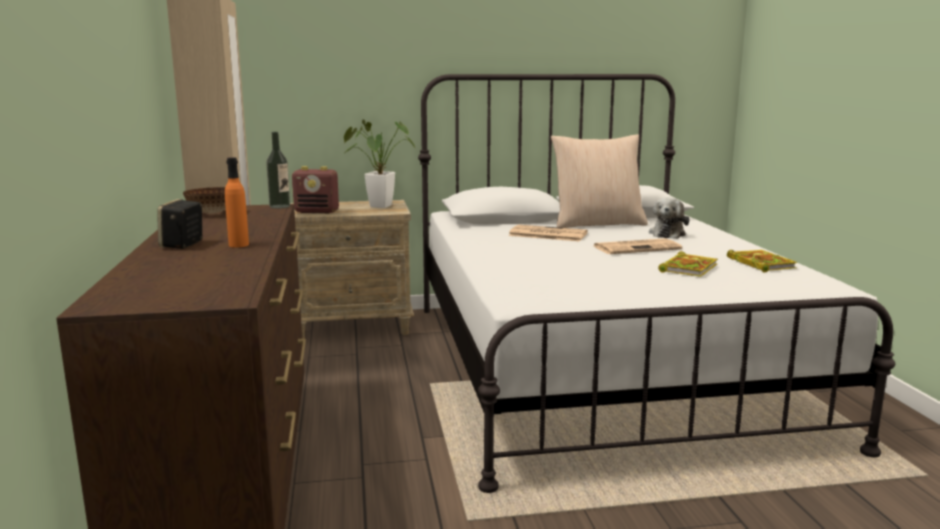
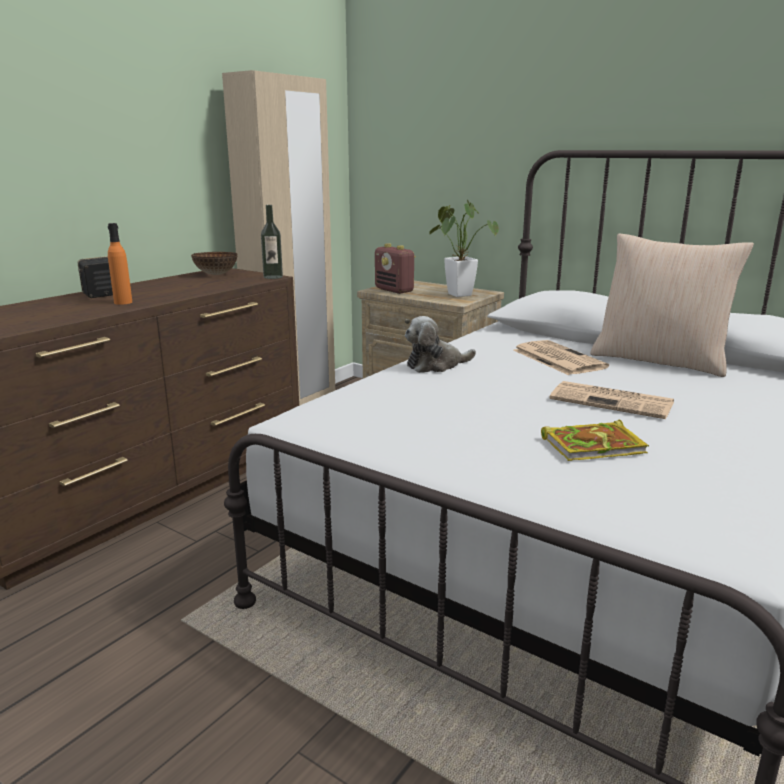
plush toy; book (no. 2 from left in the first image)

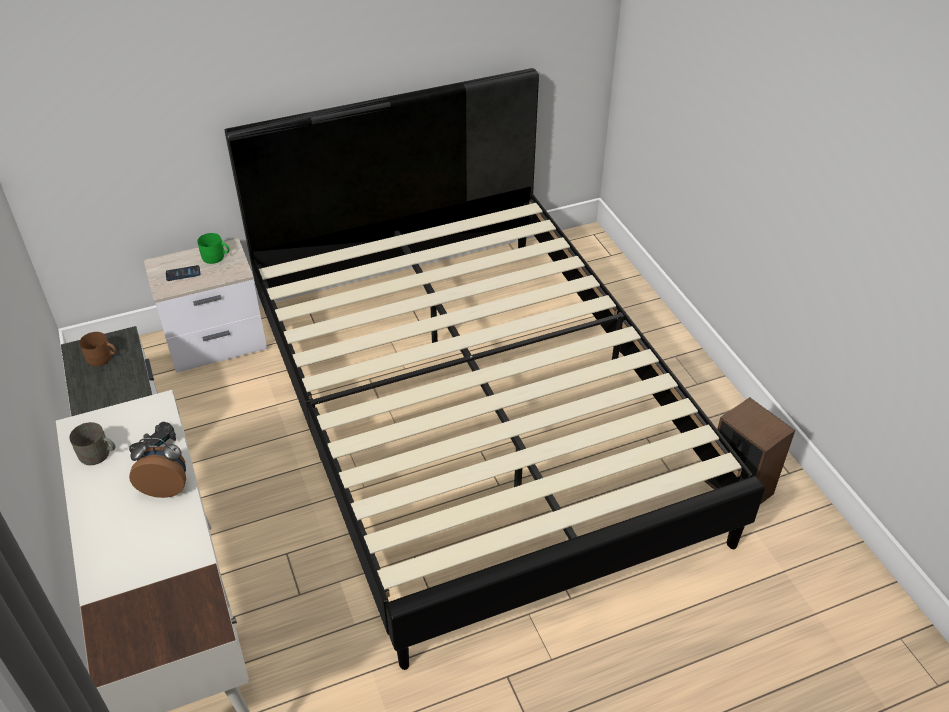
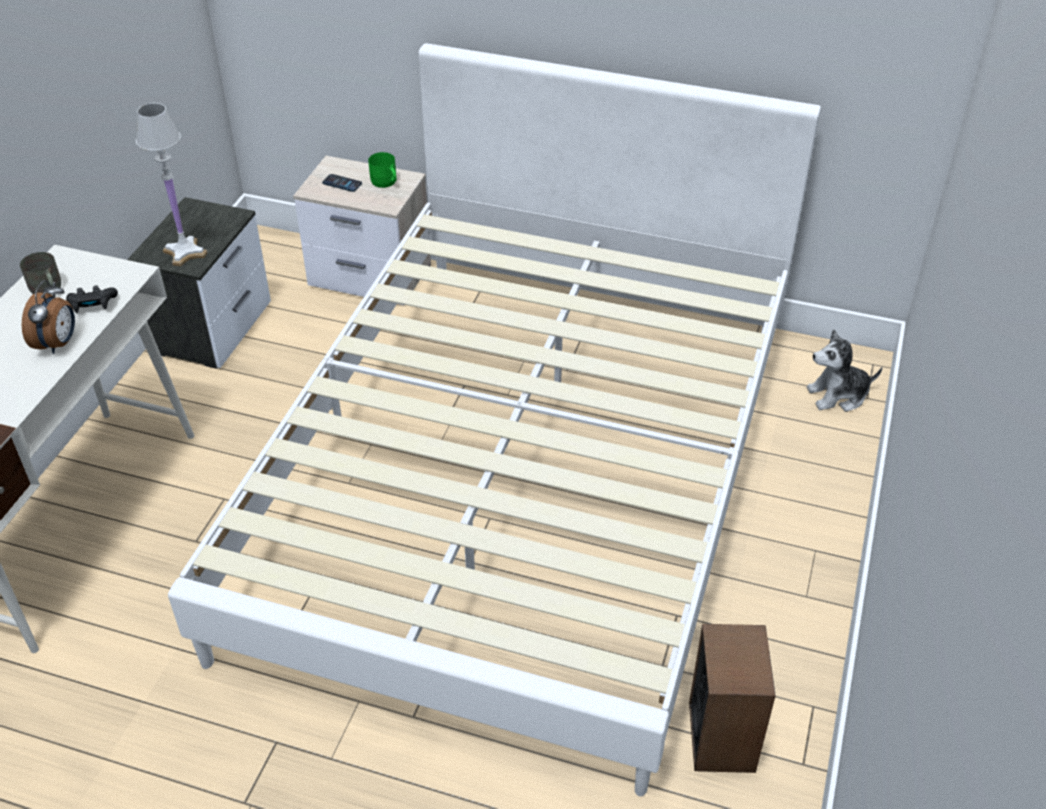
brown mug; alarm clock; white bed; white table lamp; plush toy

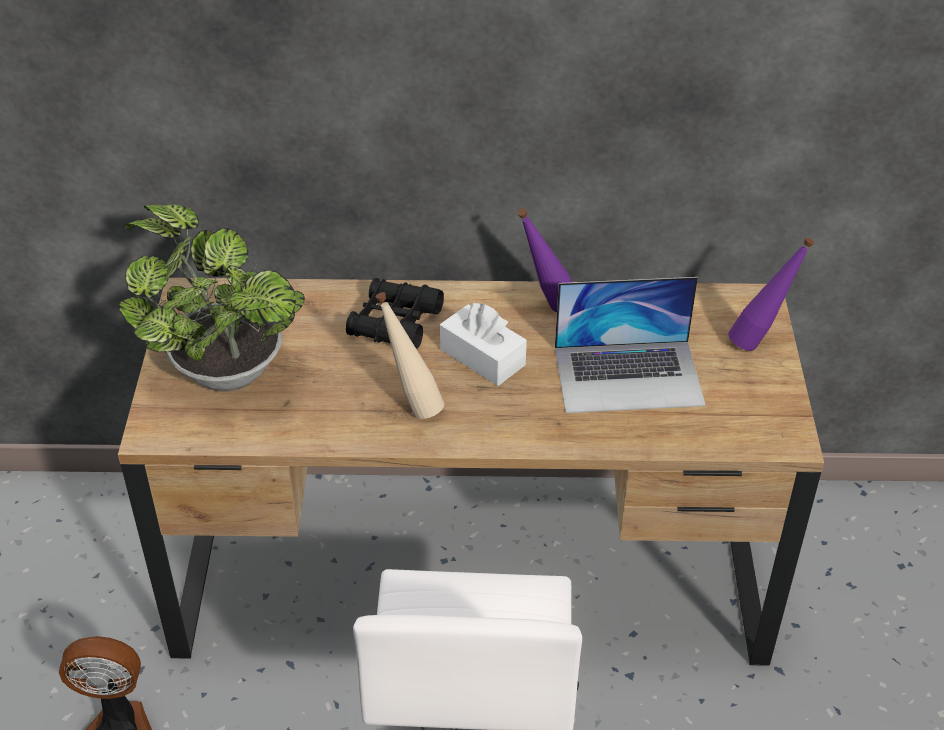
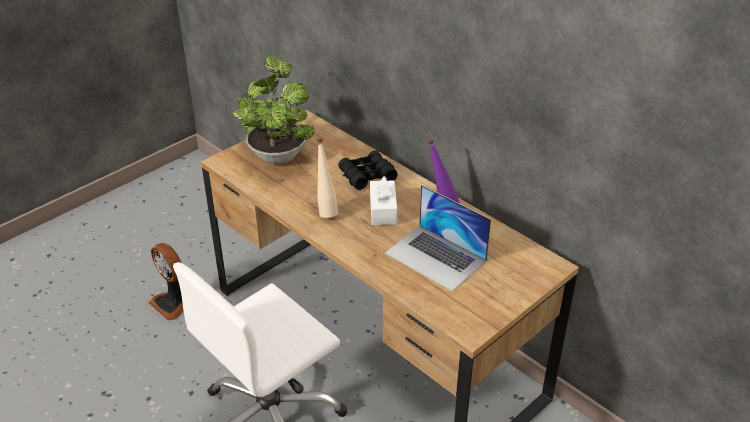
purple bottle (no. 2 from left in the first image)

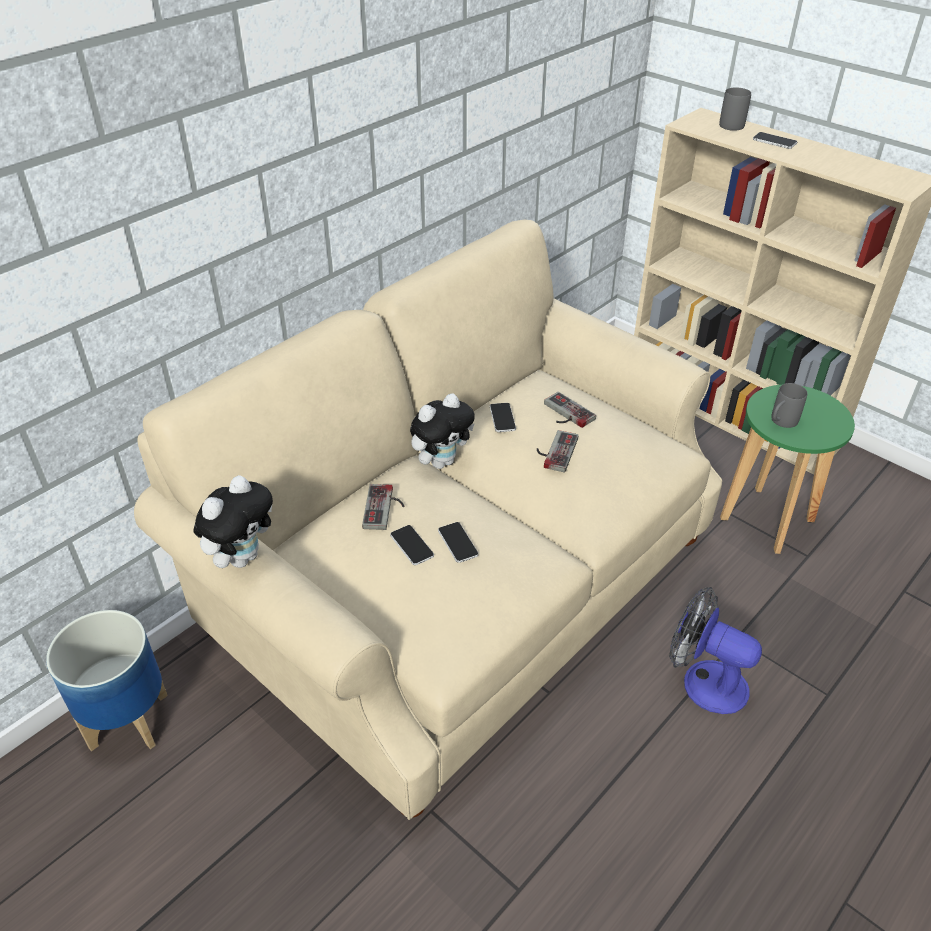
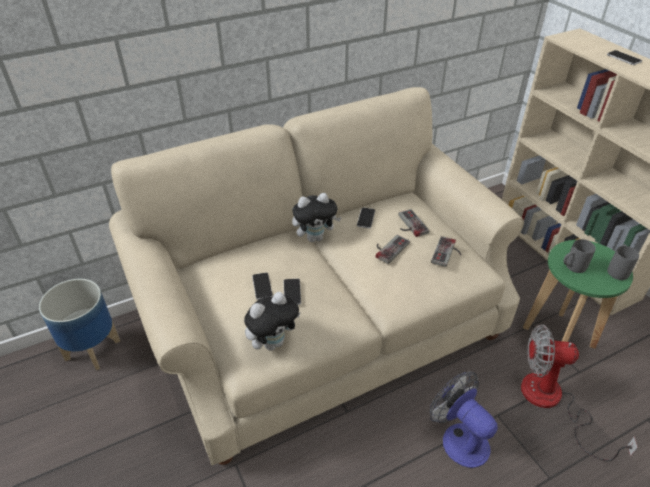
plush toy (no. 1 from left); game controller (no. 3 from left); grey mug (no. 2 from left); fan (no. 2 from left)

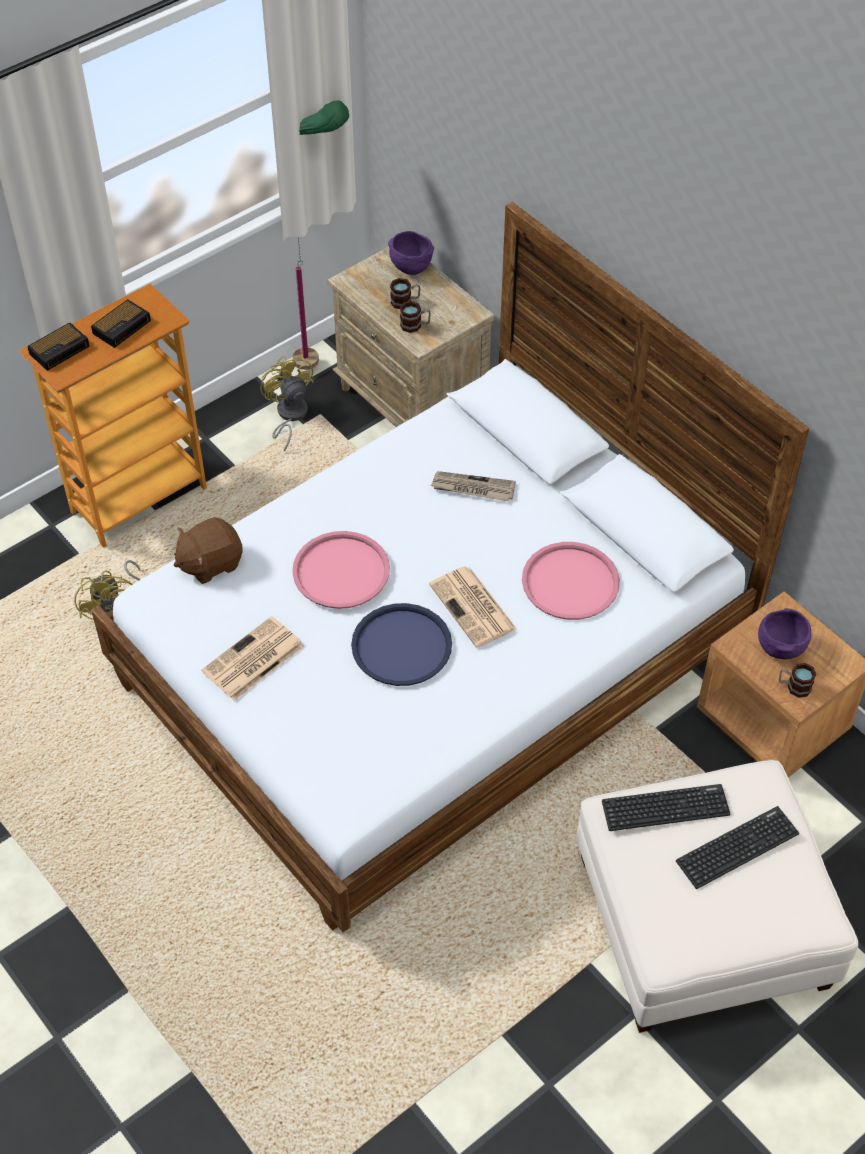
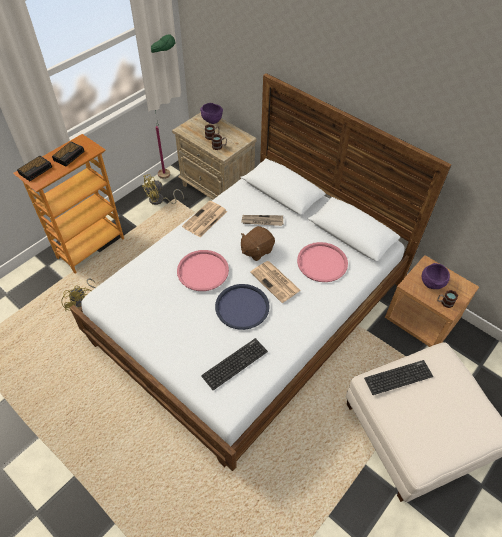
brown plush toy; newspaper (no. 1 from left); yellow fan (no. 2 from left); keyboard (no. 1 from left)

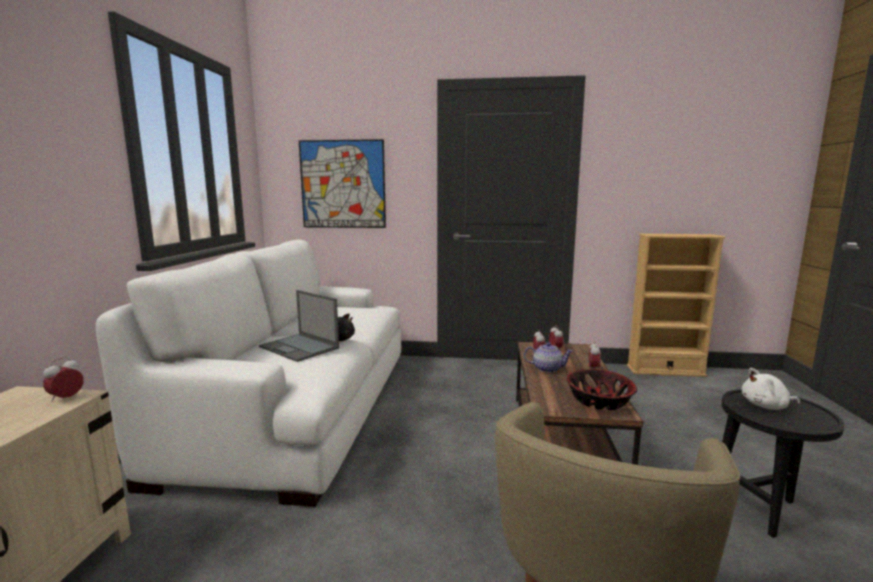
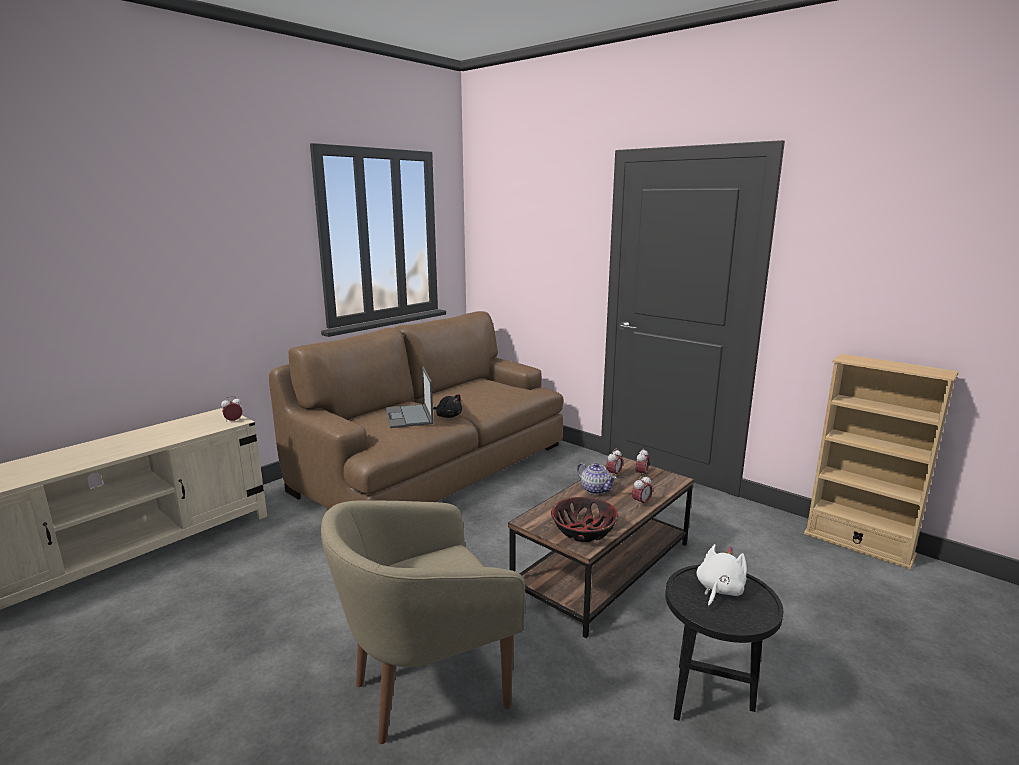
brown sofa; picture; white plush toy

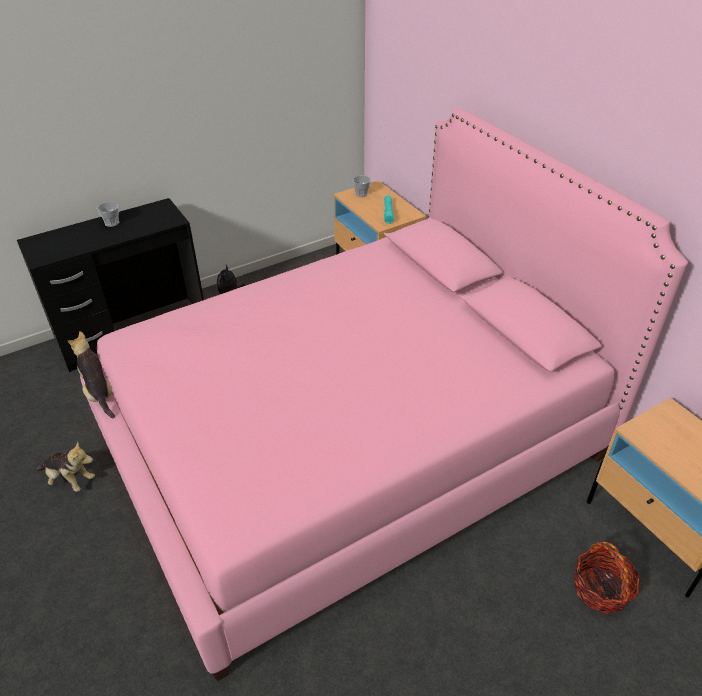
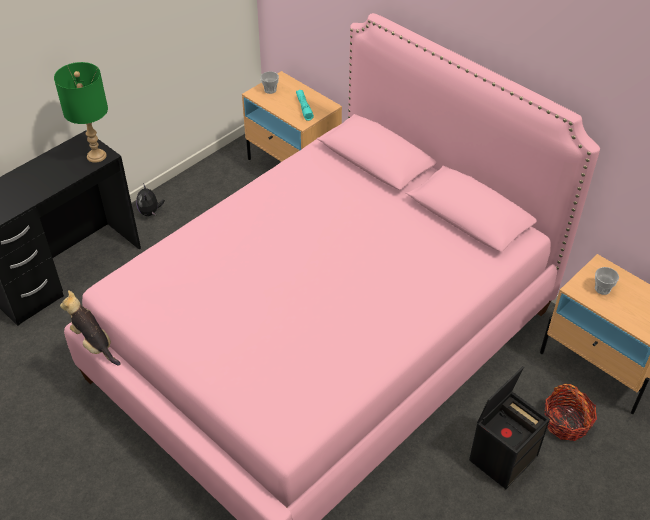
plush toy (no. 1 from left in the first image); cup (no. 2 from left); green table lamp; black storage box

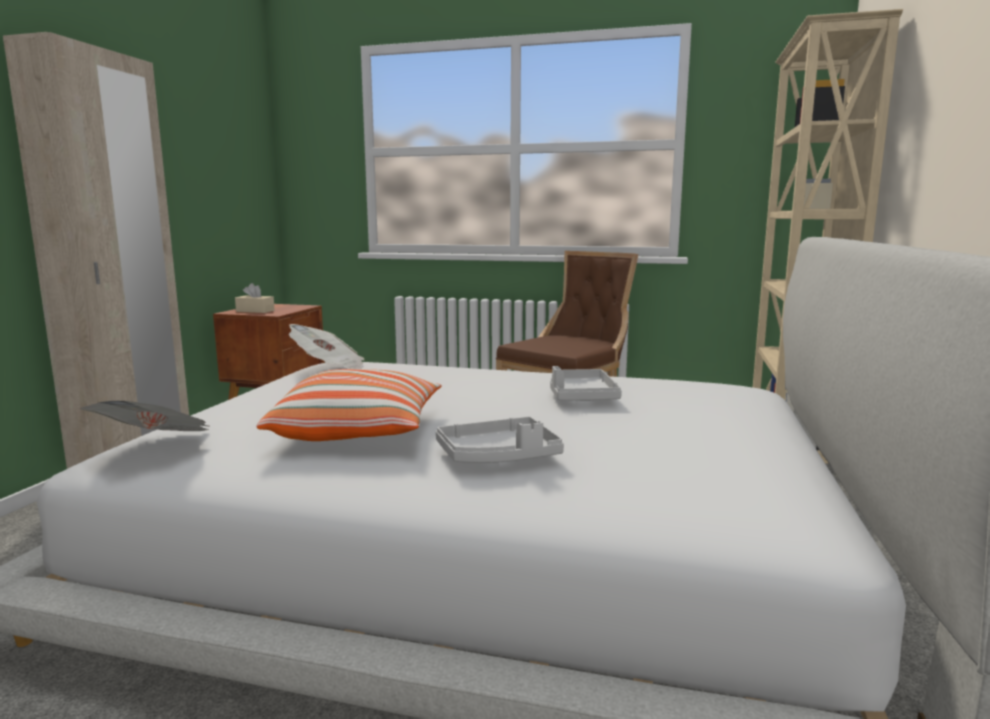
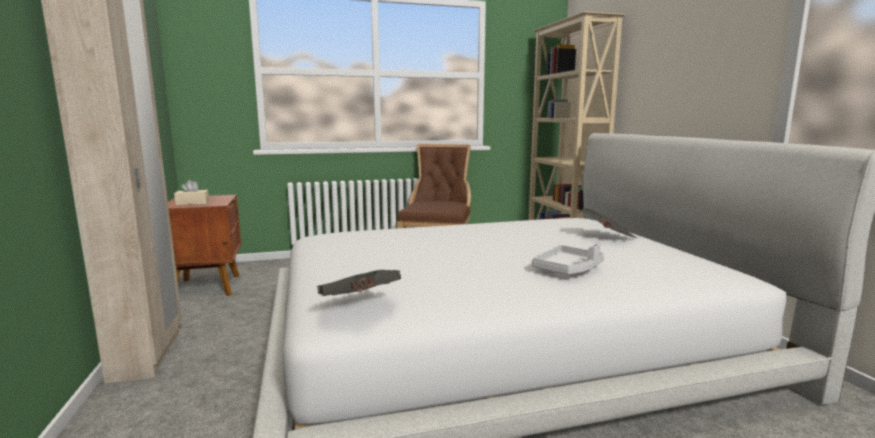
pillow; newspaper (no. 2 from left); grey tray (no. 2 from left in the first image)

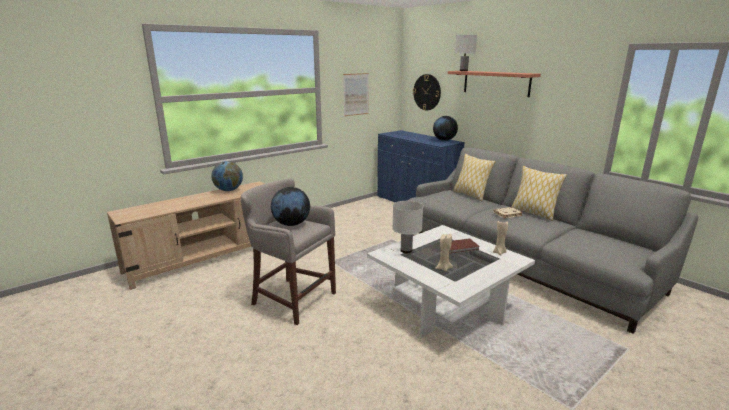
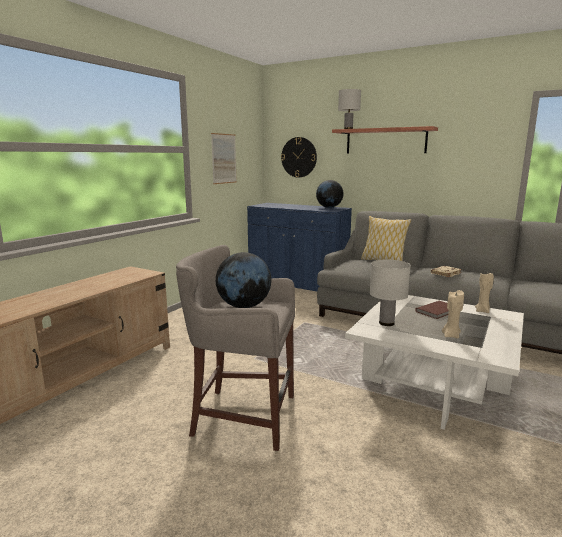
globe (no. 1 from left in the first image); pillow (no. 2 from left in the first image)

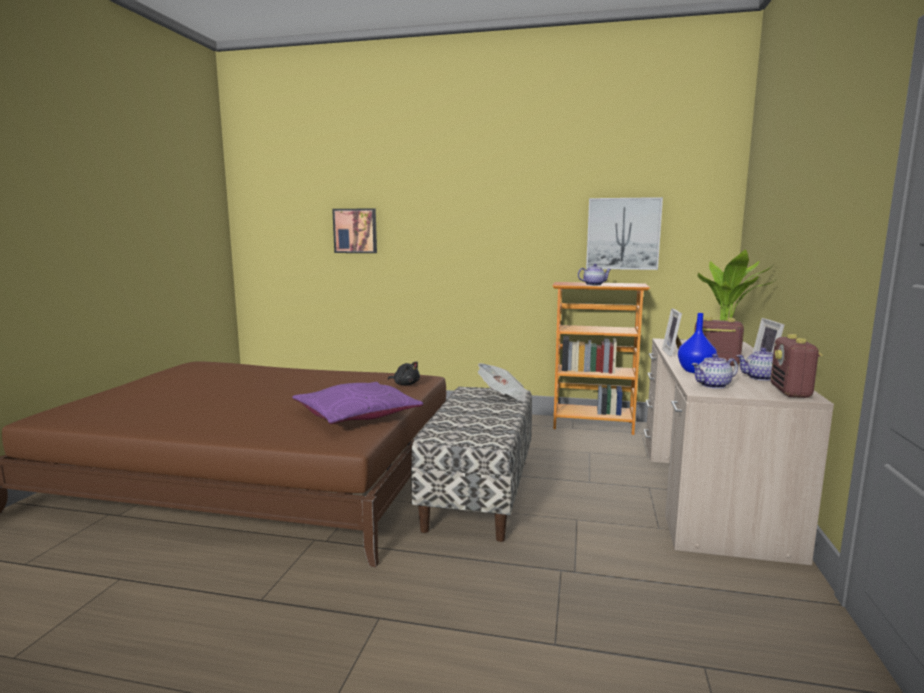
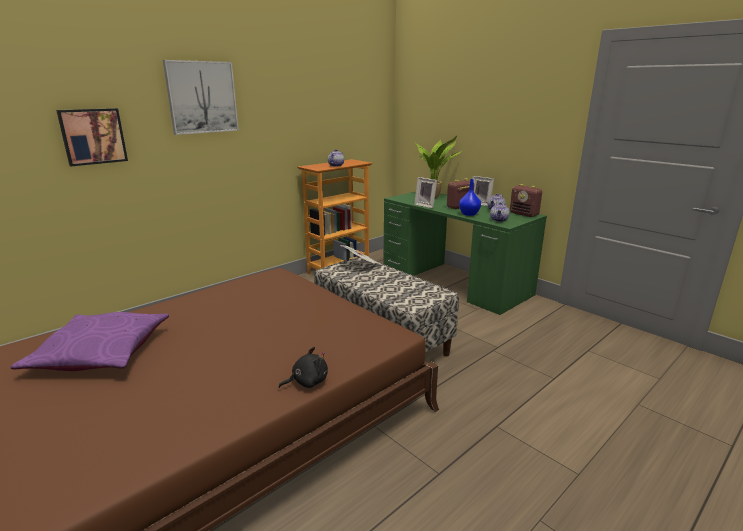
purple pillow; black plush toy; picture (no. 2 from left); green desk

